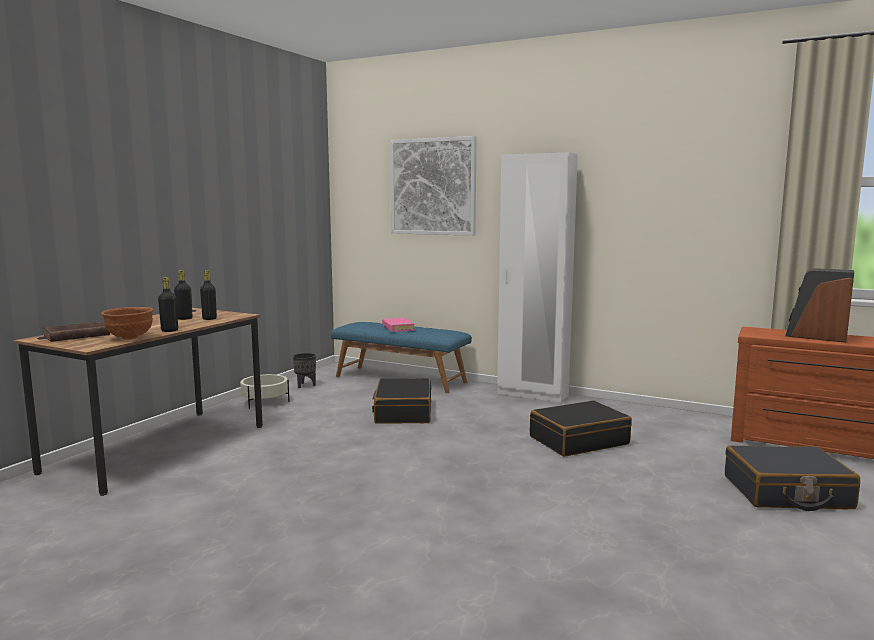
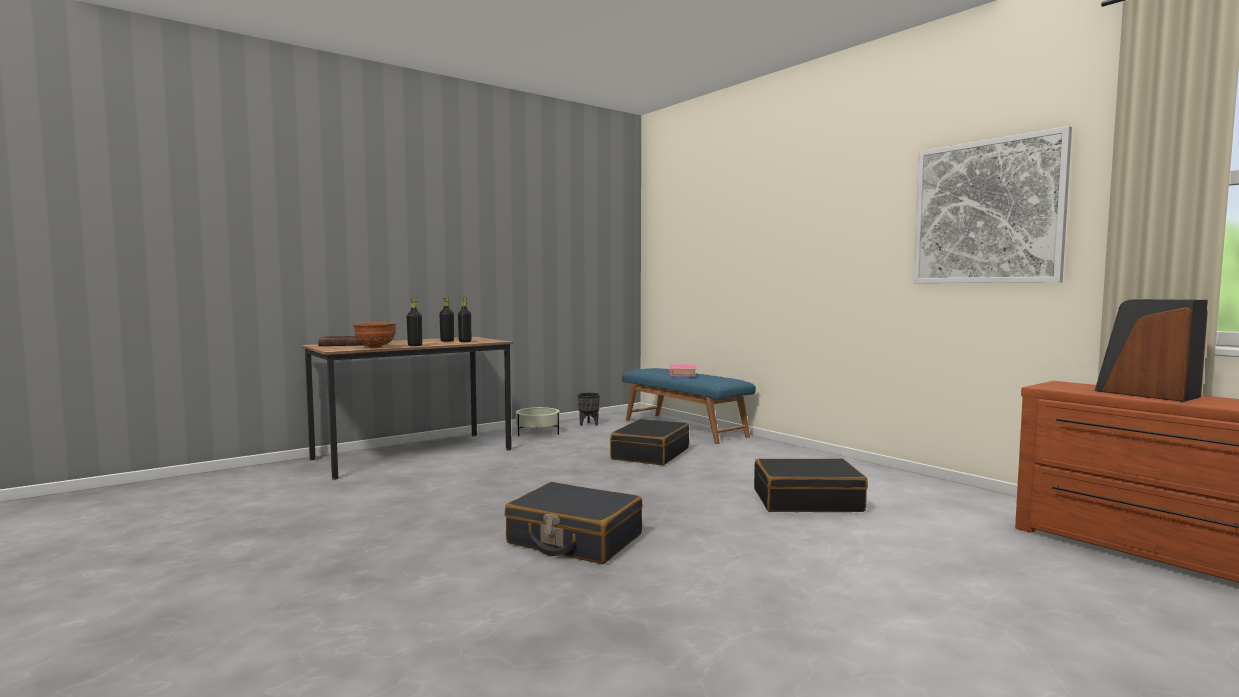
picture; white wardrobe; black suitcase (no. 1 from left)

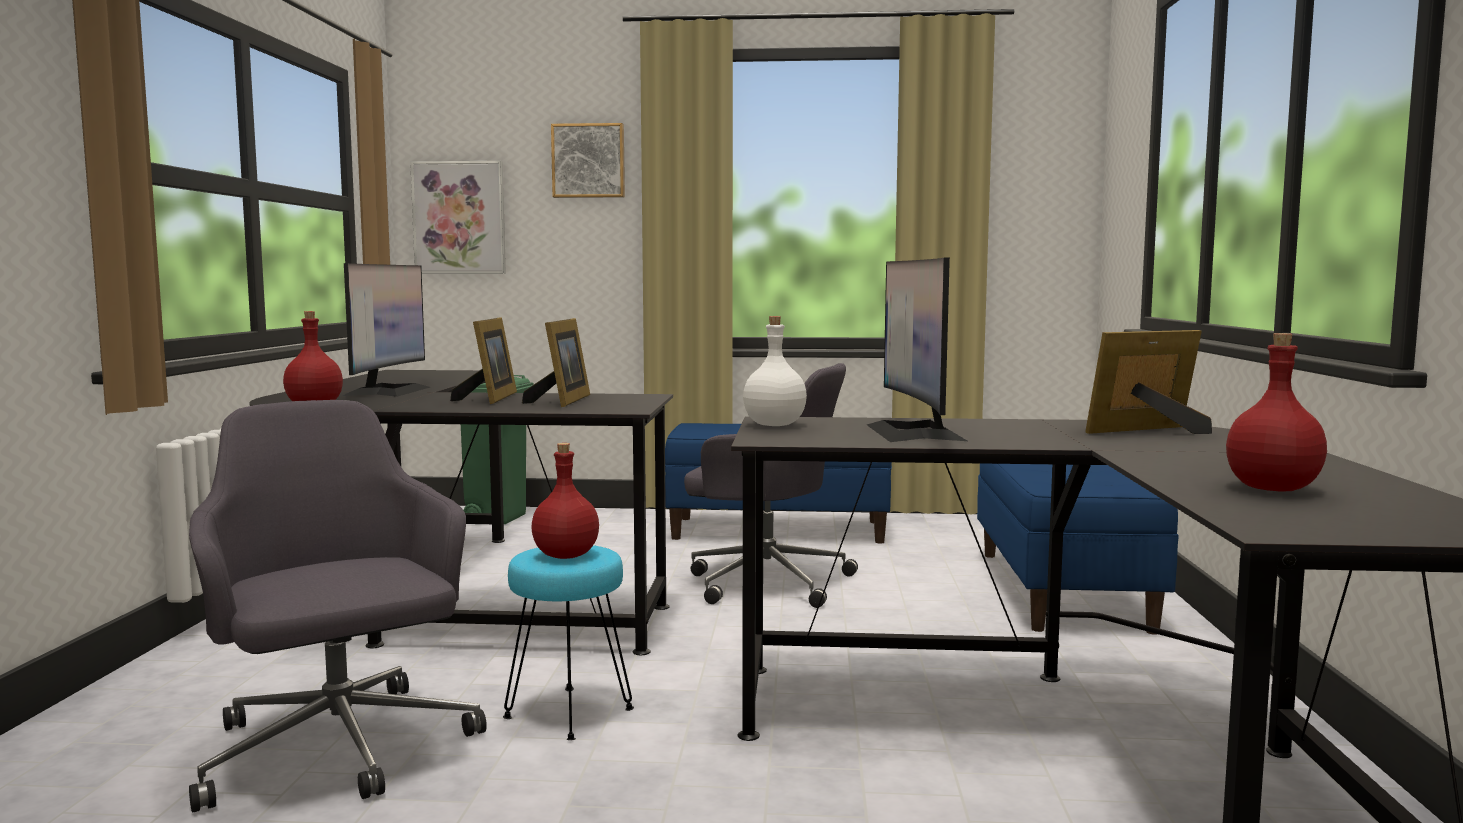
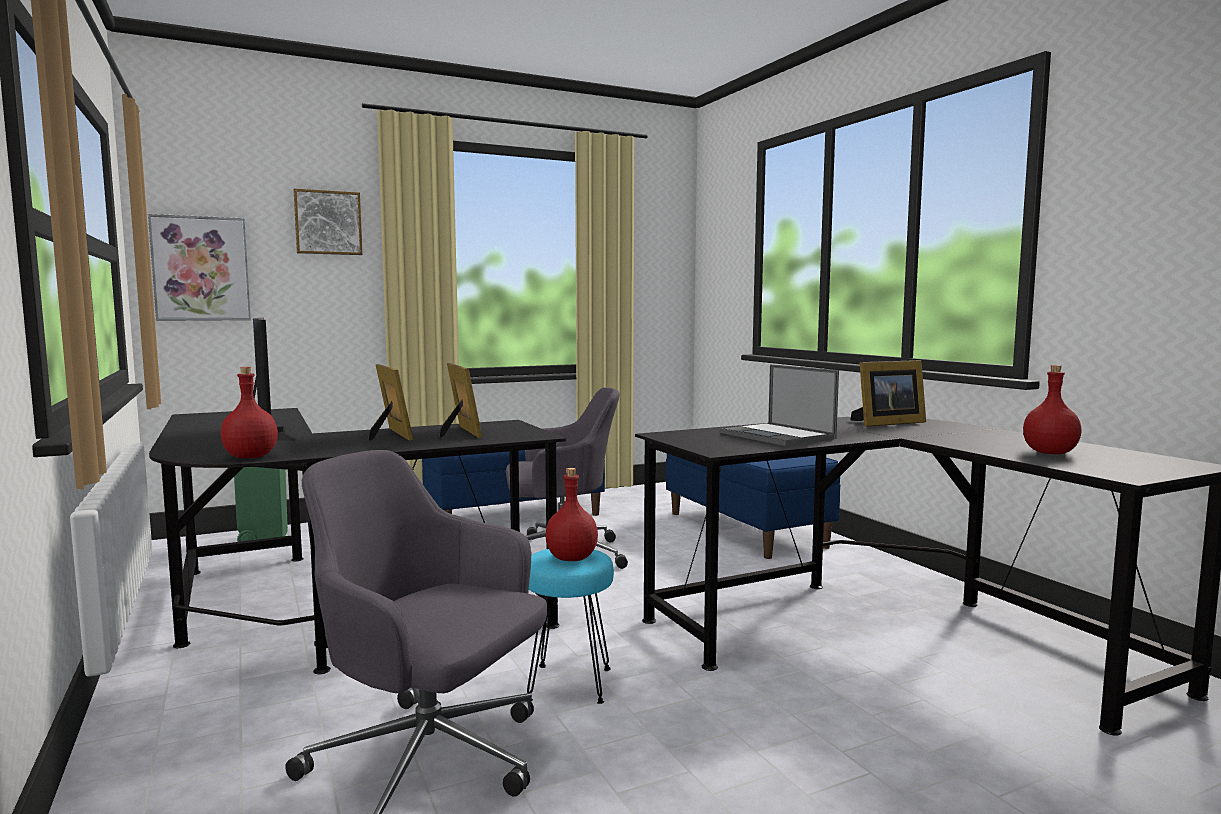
white bottle; laptop; picture frame (no. 3 from left)

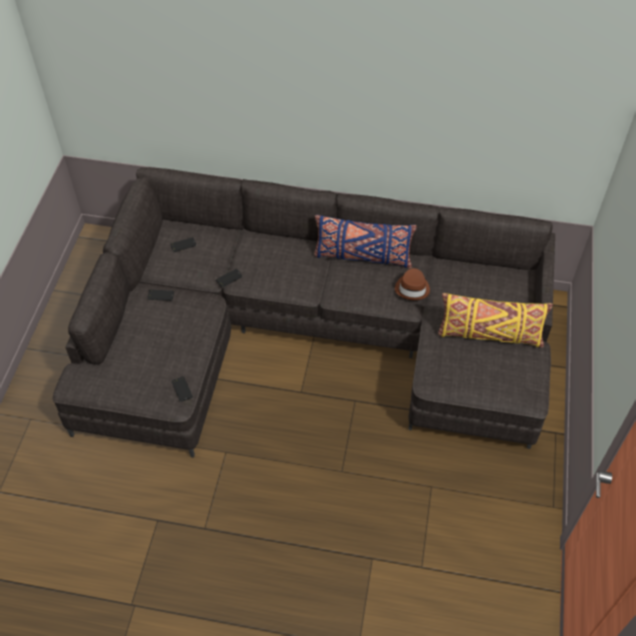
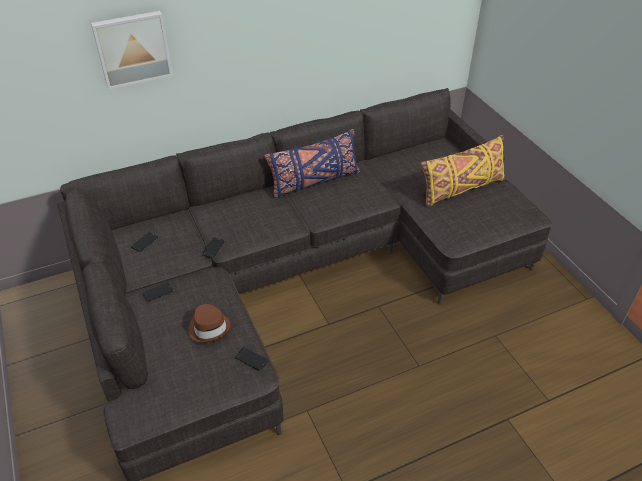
brown hat; picture

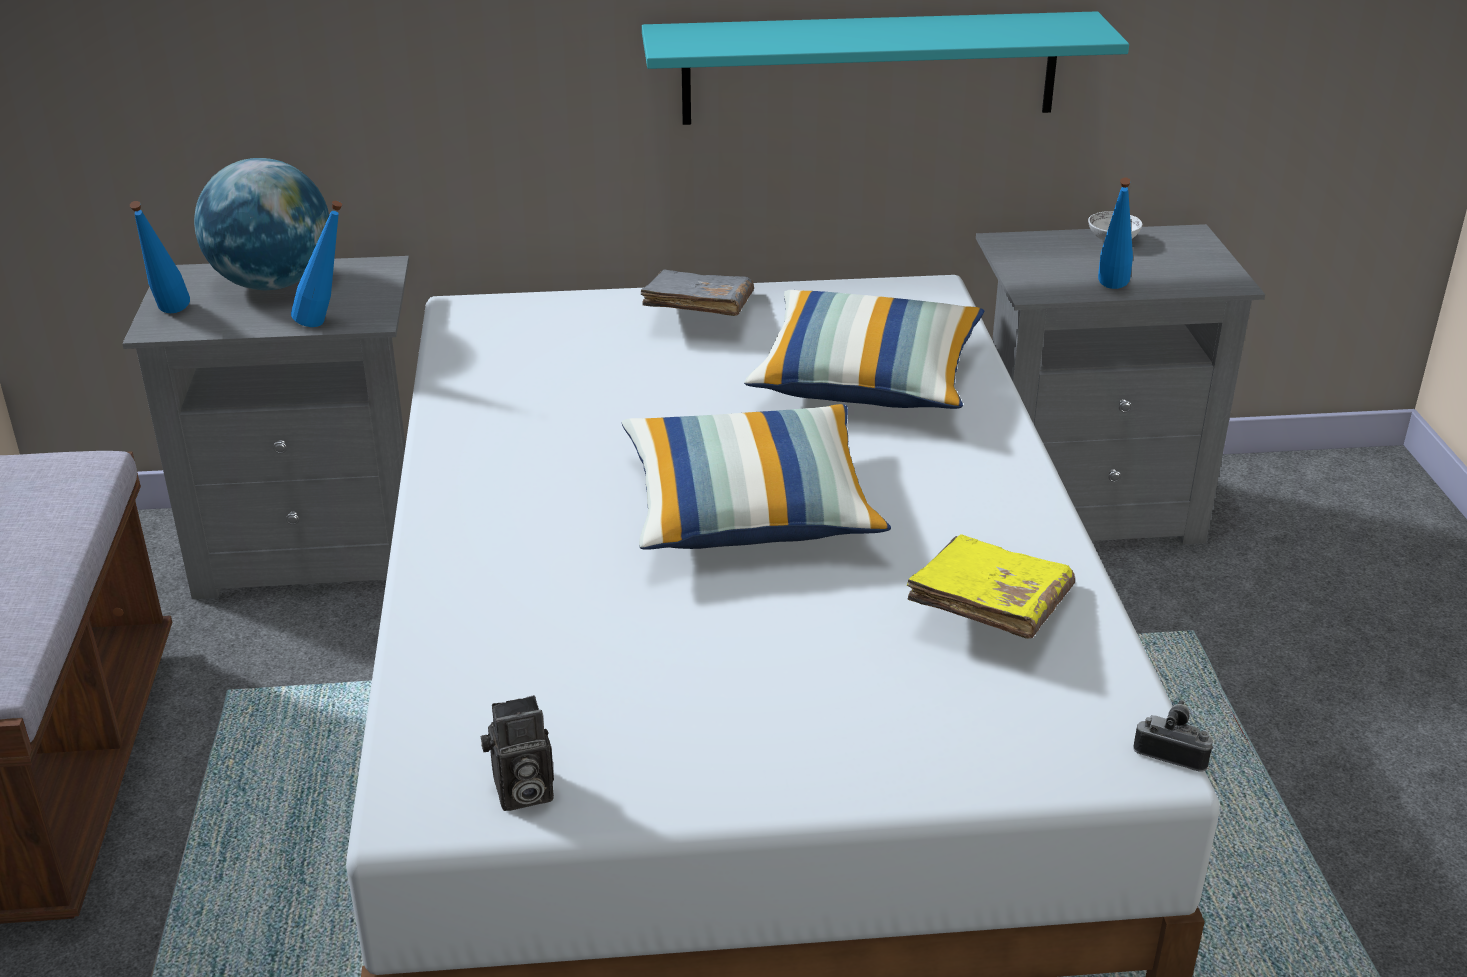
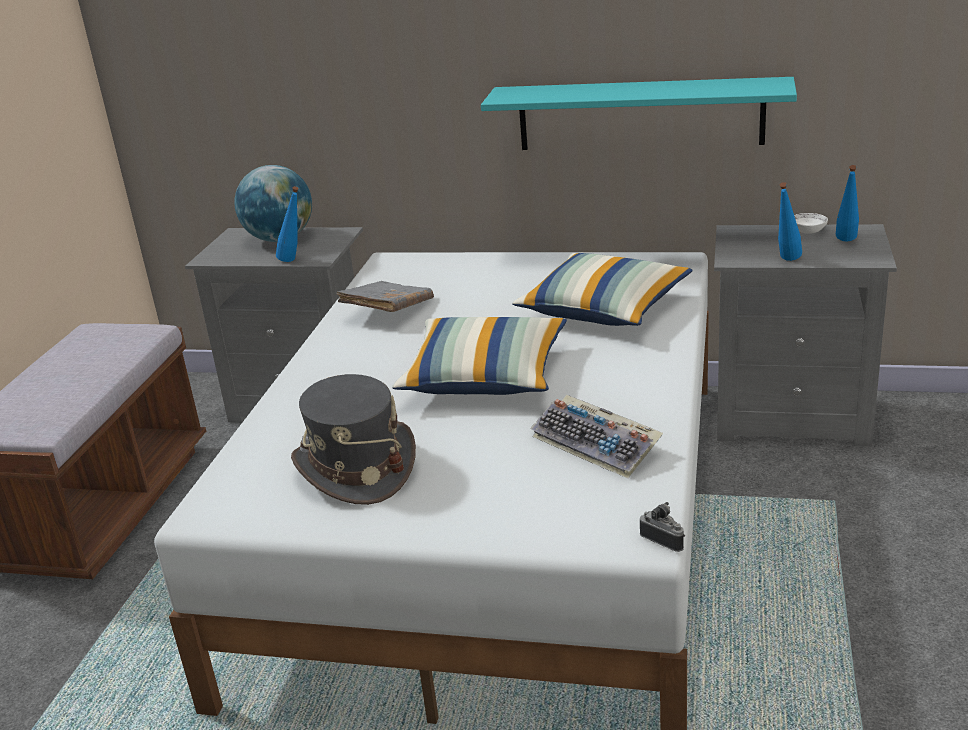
blue bottle (no. 3 from left); photo camera (no. 1 from left in the first image); grey book; keyboard; grey hat

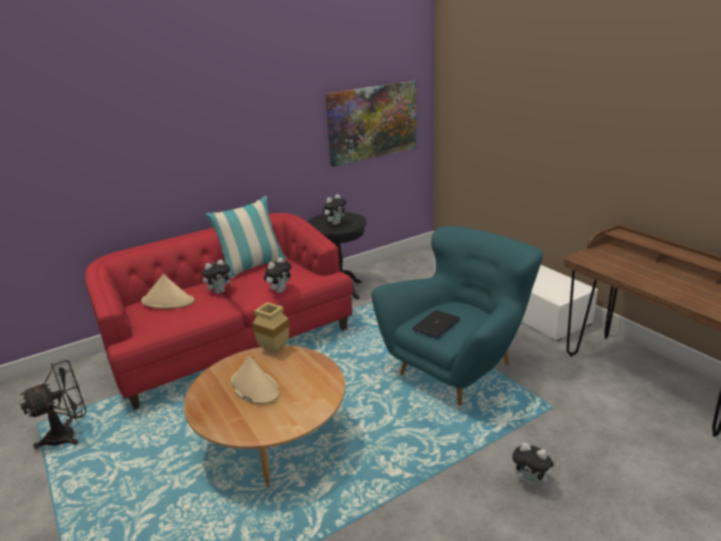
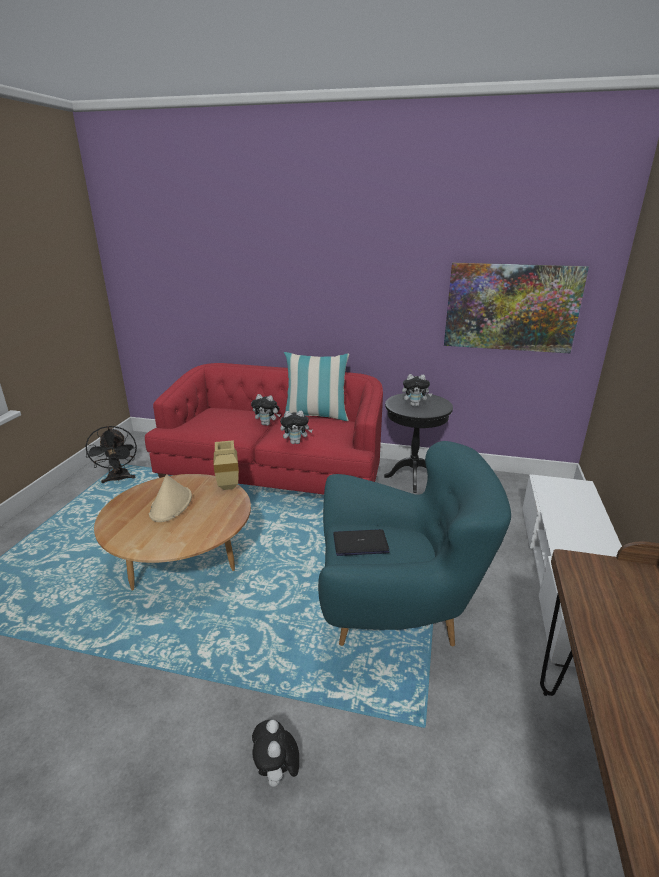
black fan; beige hat (no. 1 from left in the first image)

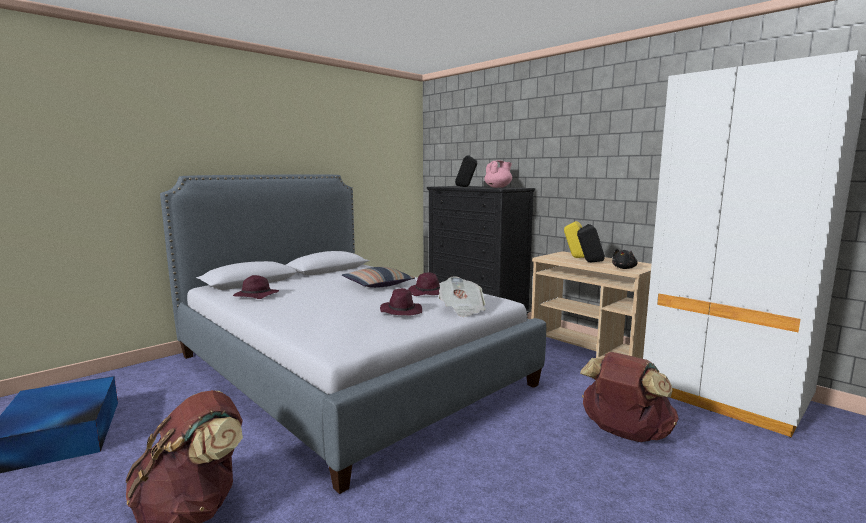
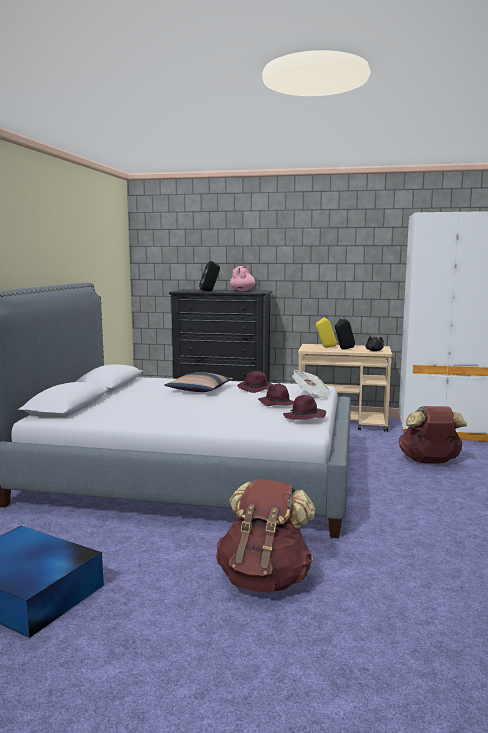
purple hat (no. 3 from left)

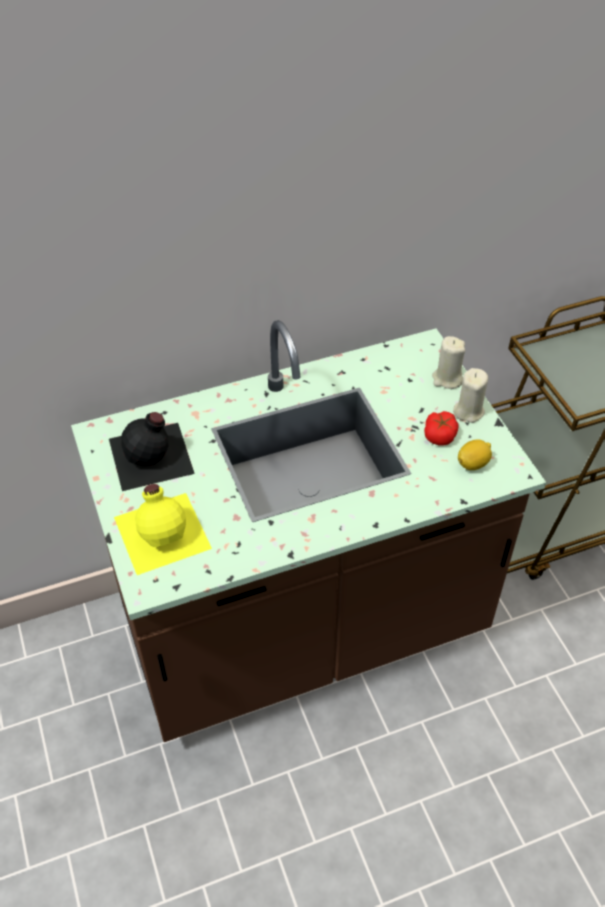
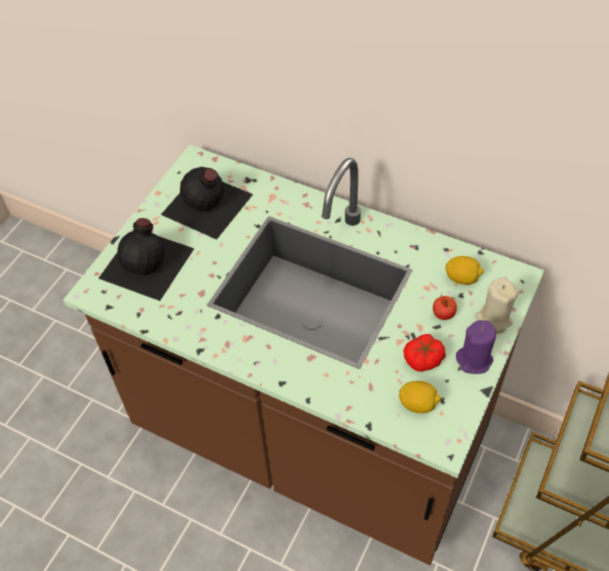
black bottle (no. 1 from left); purple candle; tomato (no. 2 from left); lemon (no. 2 from left)

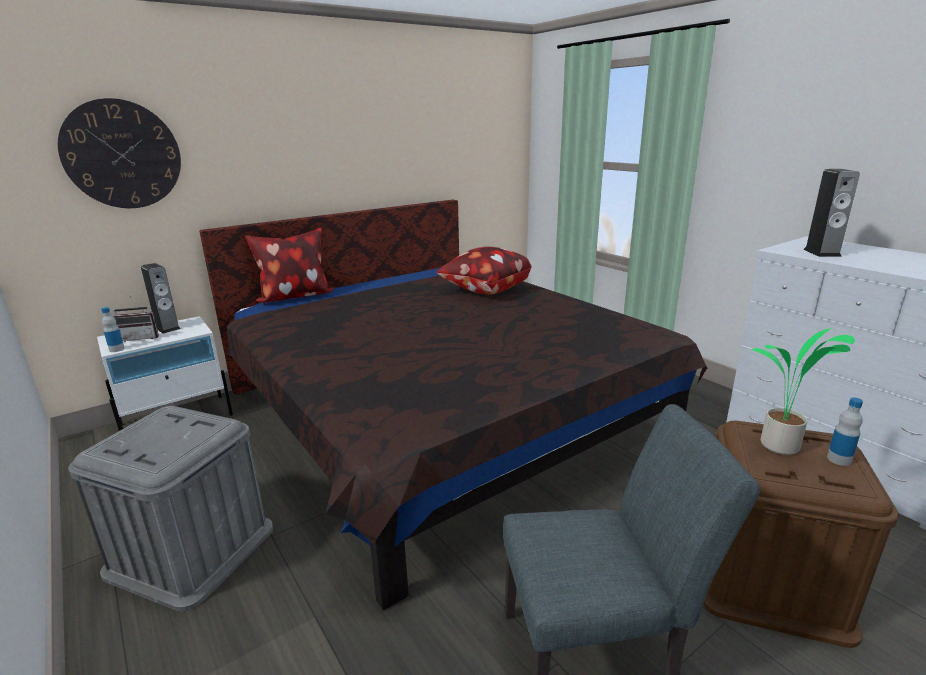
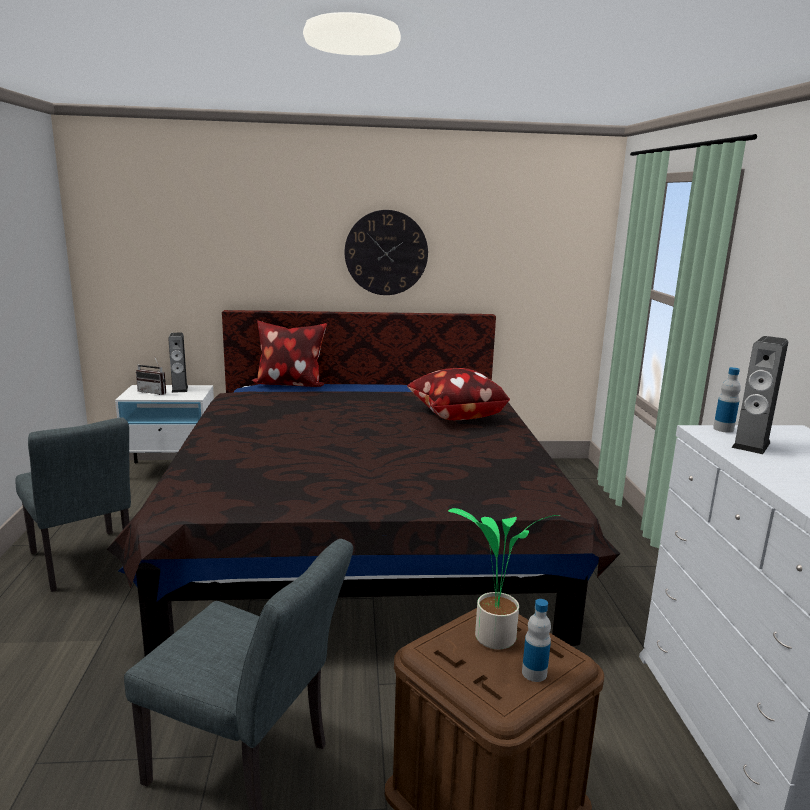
wall clock; grey chair (no. 1 from left); bottle (no. 2 from left)

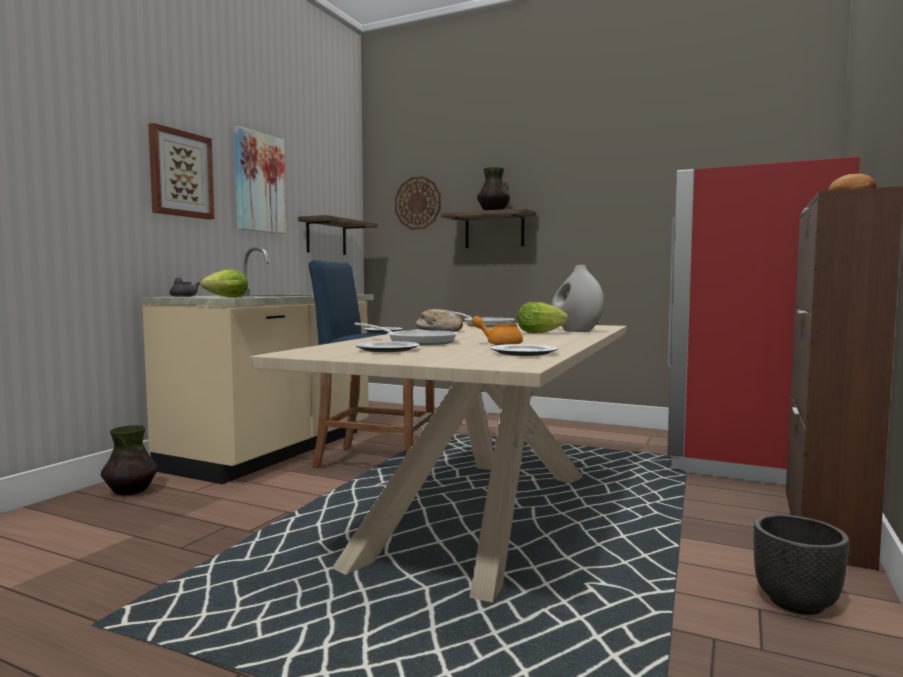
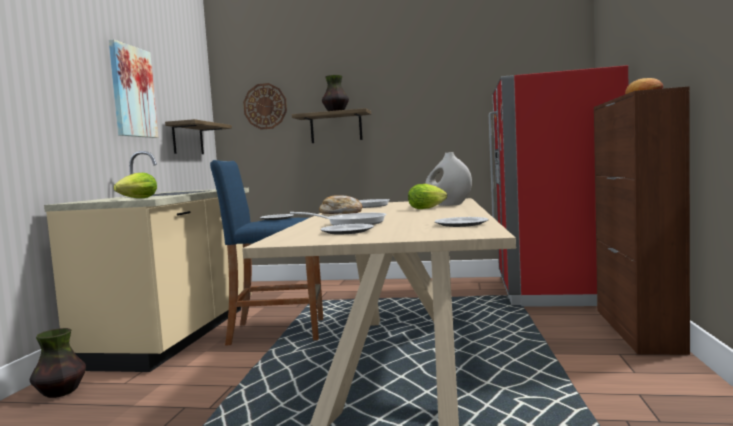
picture (no. 1 from left in the first image); grey teapot; orange teapot; black planter

